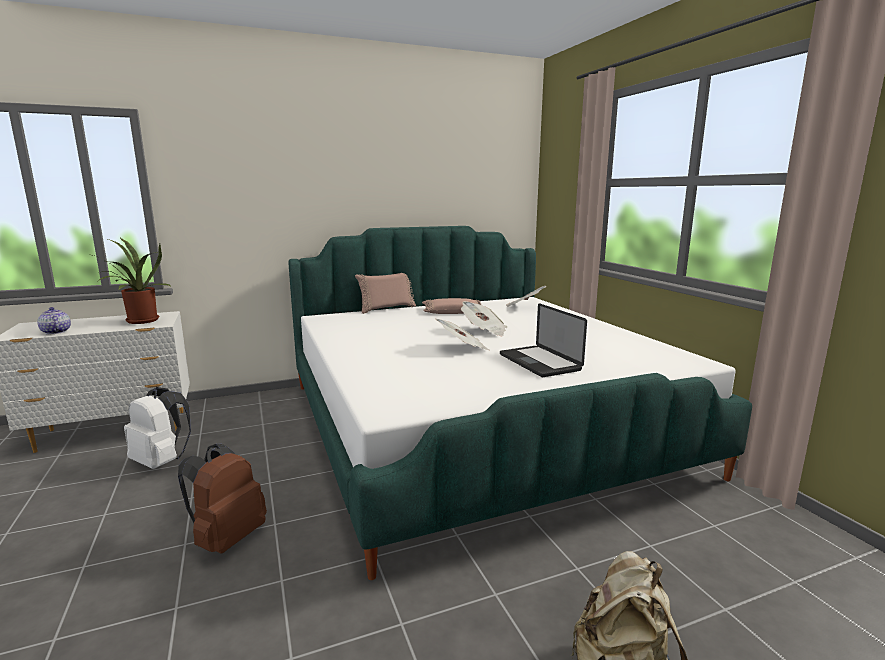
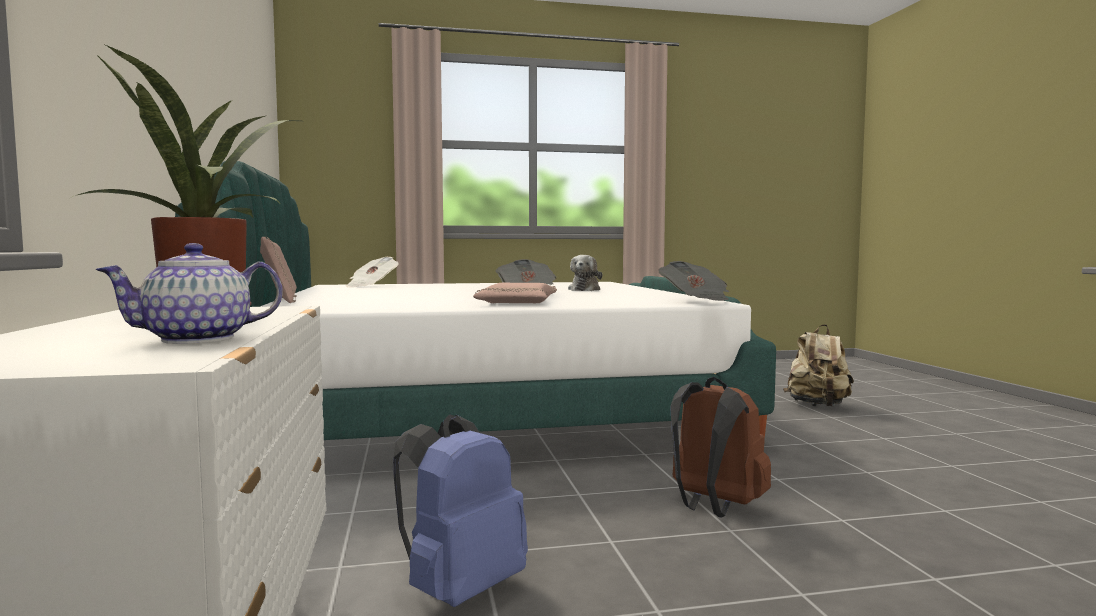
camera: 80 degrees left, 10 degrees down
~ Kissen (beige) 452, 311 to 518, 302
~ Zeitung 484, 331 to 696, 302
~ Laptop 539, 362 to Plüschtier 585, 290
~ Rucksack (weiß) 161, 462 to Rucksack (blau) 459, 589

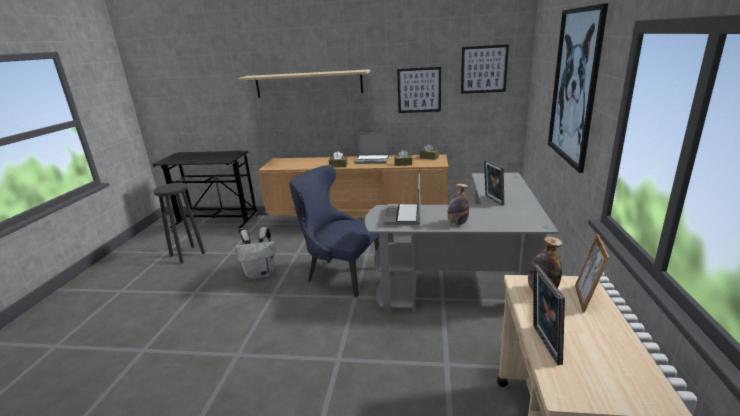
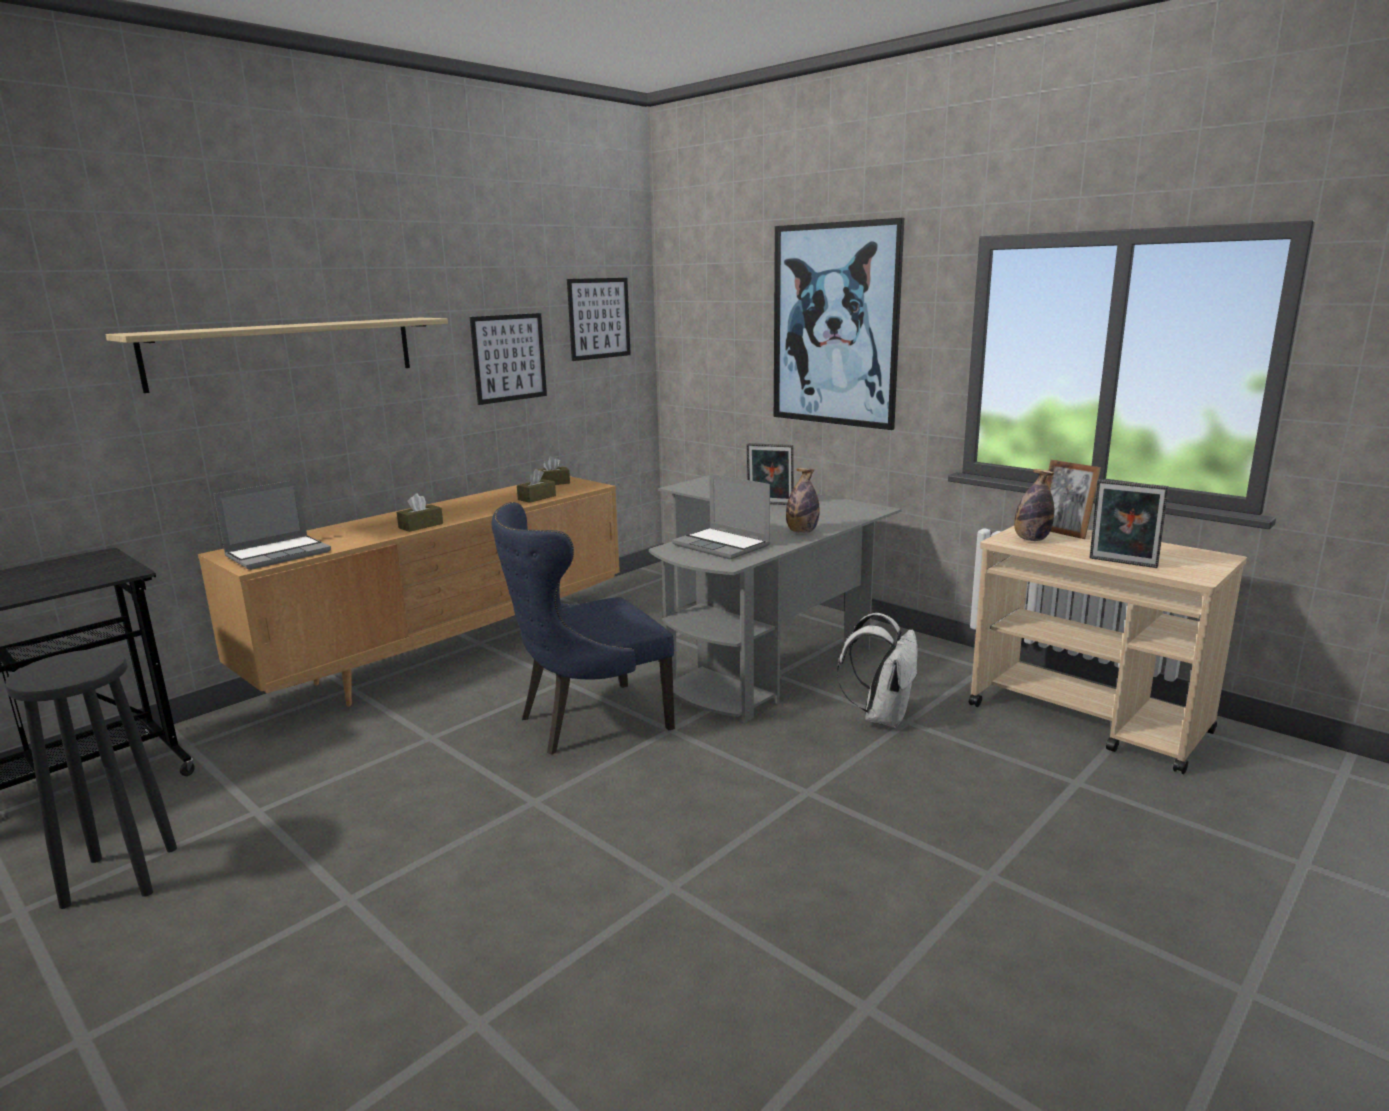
camera: 55 degrees left, 5 degrees down
~ Laptop 373, 160 to 279, 554
~ Rucksack (weiß) 261, 274 to 882, 717

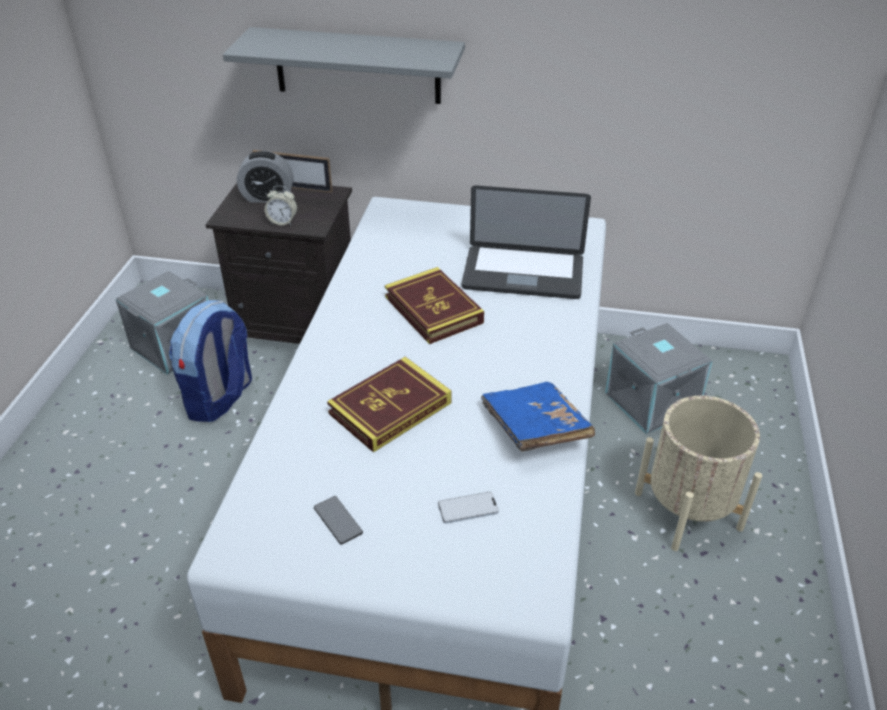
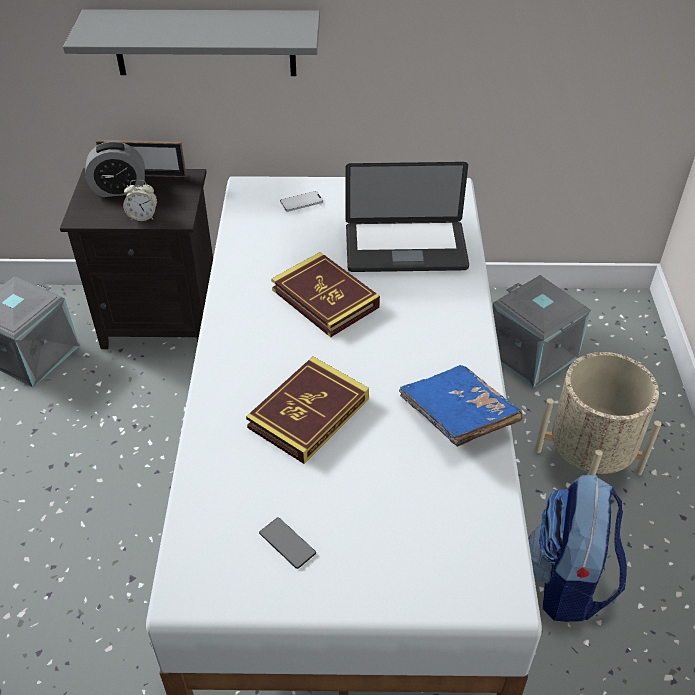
camera: 10 degrees left, 5 degrees up
~ Rucksack 220, 399 to 568, 581
~ Handy 468, 508 to 301, 202

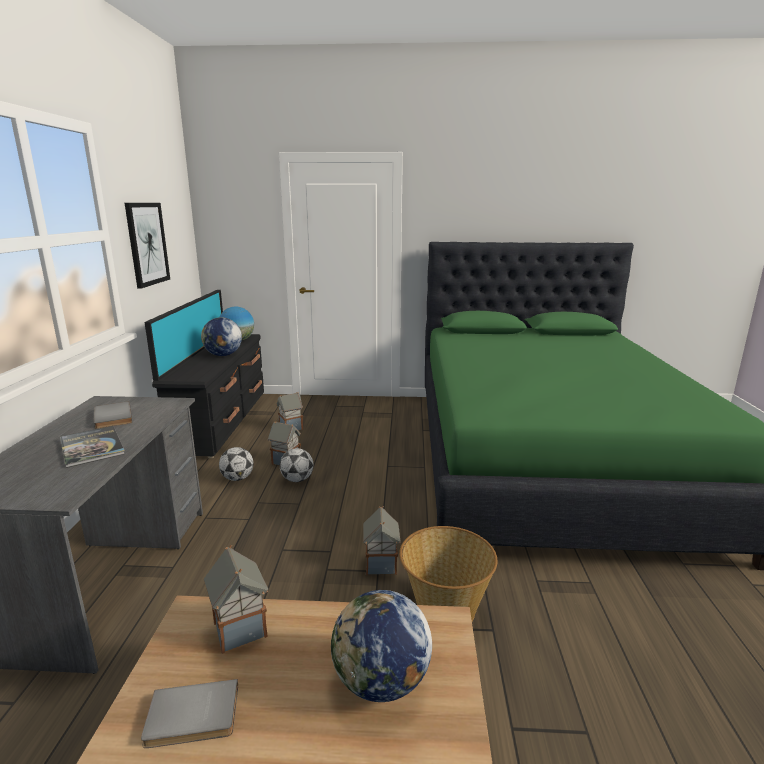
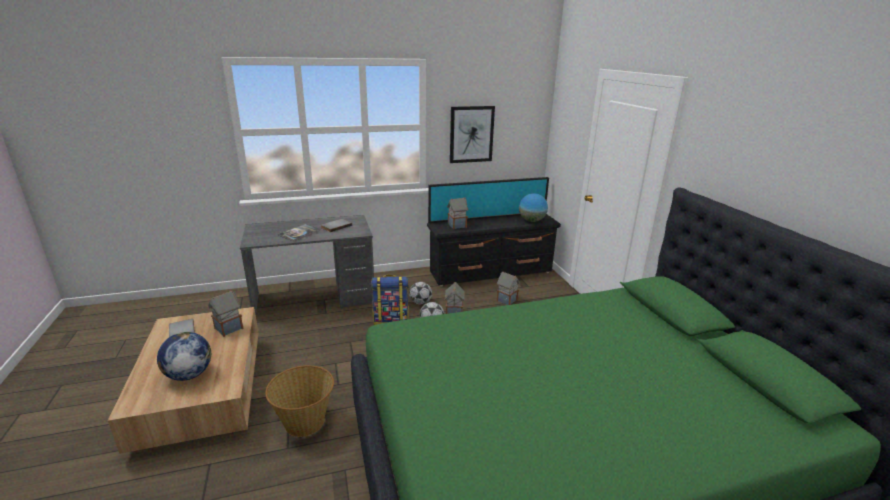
camera: 70 degrees right, 5 degrees up
- Globus 223, 355
~ Spielzeughaus 381, 565 to 456, 226
+ Rucksack 391, 321

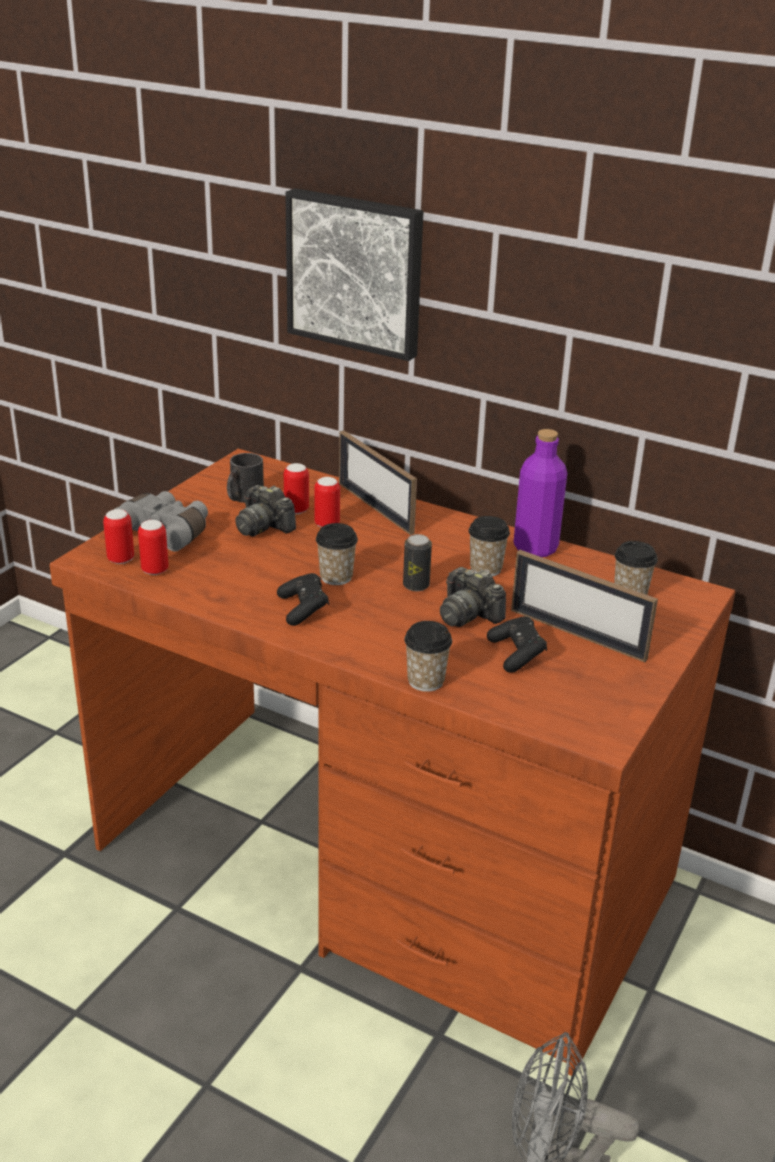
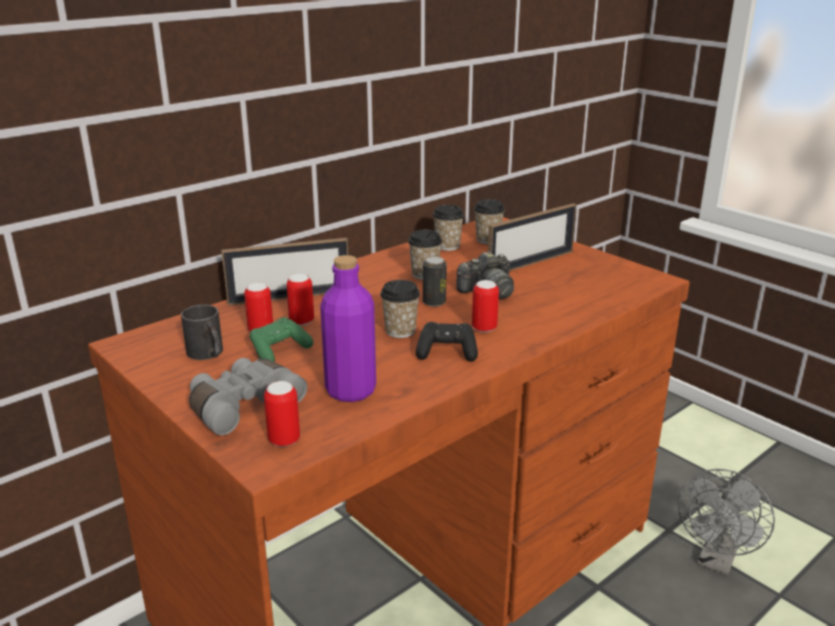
camera: 70 degrees left, 5 degrees down
- Bild 356, 272
~ Flasche (lila) 535, 548 to 350, 390
~ Kamera 263, 526 to Gamepad (grün) 279, 351
~ Dose 155, 570 to 484, 328
- Gamepad (schwarz) 517, 654
~ Tasse 426, 681 to 447, 246

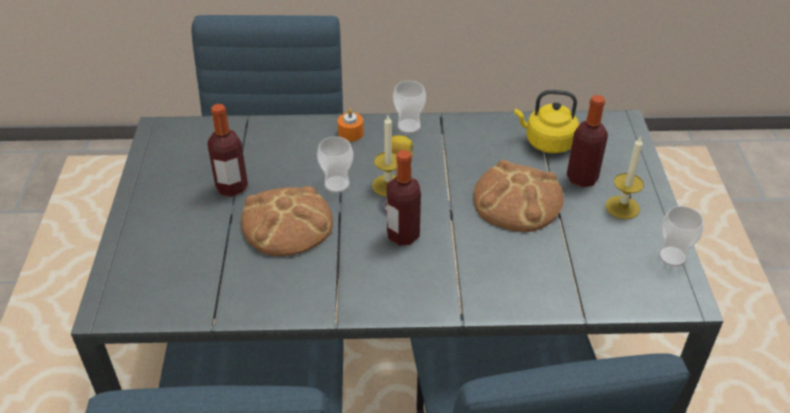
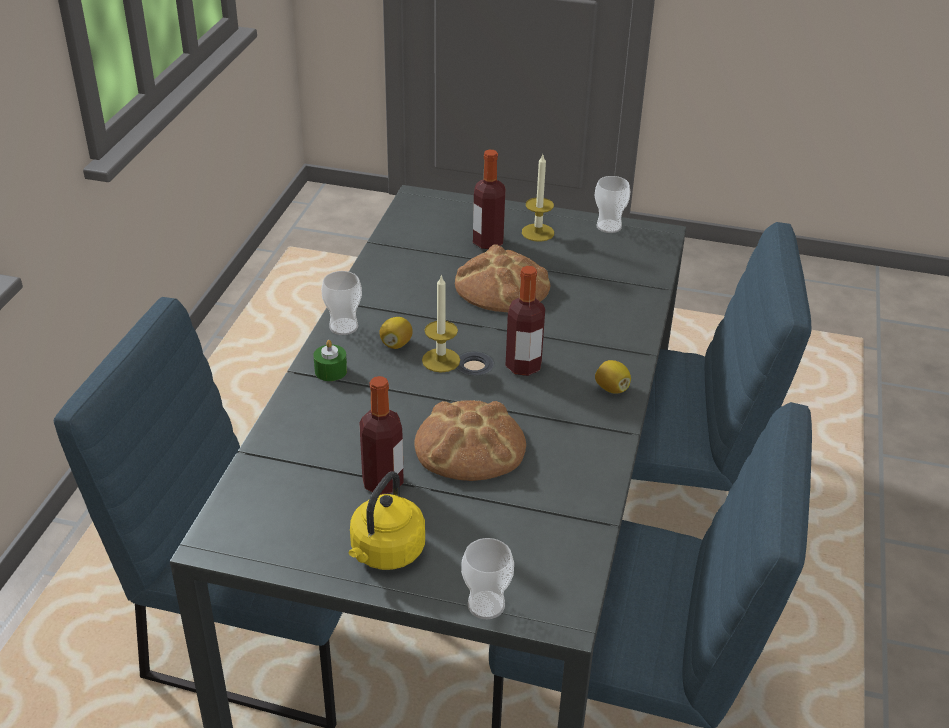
camera: 75 degrees left, 5 degrees down
~ Wasserkessel (gelb) 547, 142 to 385, 553
~ Kerze (orange) 350, 133 to Kerze (grün) 331, 371
~ Tasse 337, 184 to 486, 605
+ Zitrone 611, 388

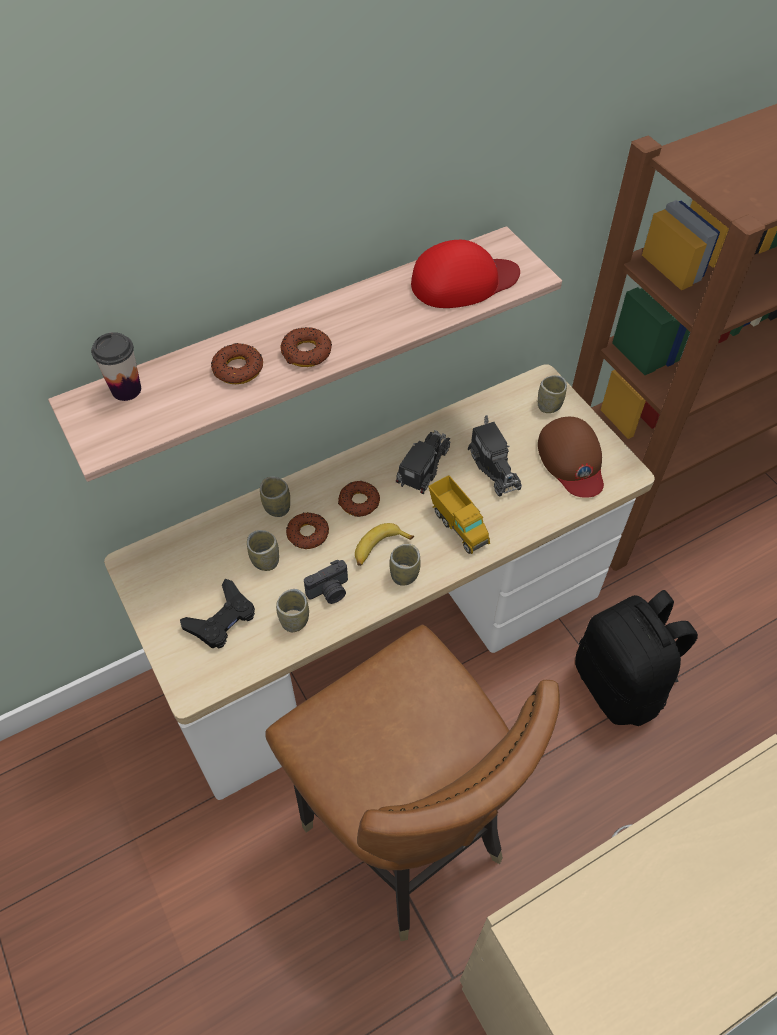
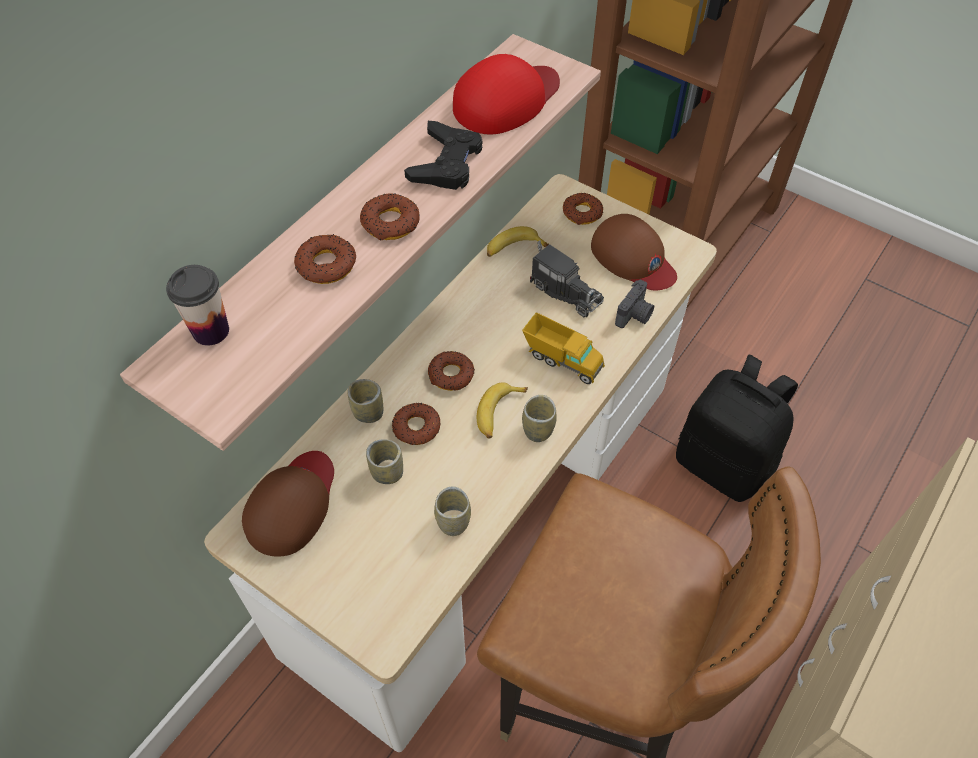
camera: 25 degrees left, 0 degrees up
~ Tasse 549, 405 to Donut 582, 213
- Spielzeuglaster 422, 469
~ Kamera 330, 592 to 635, 315
~ Gamepad (schwarz) 222, 619 to 446, 163
+ Banane 513, 248
+ Kappe (braun) 292, 505

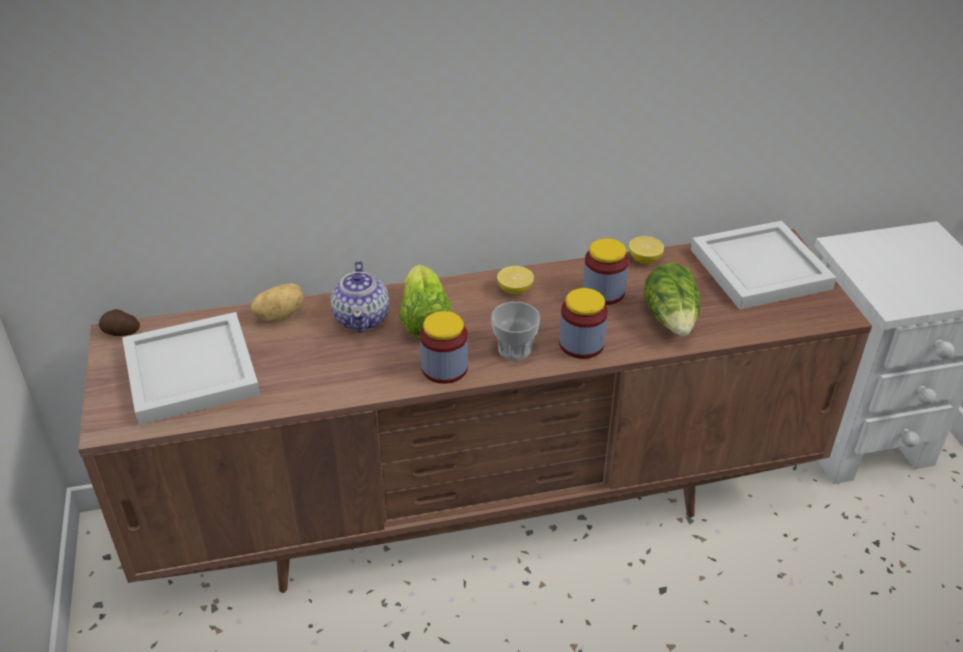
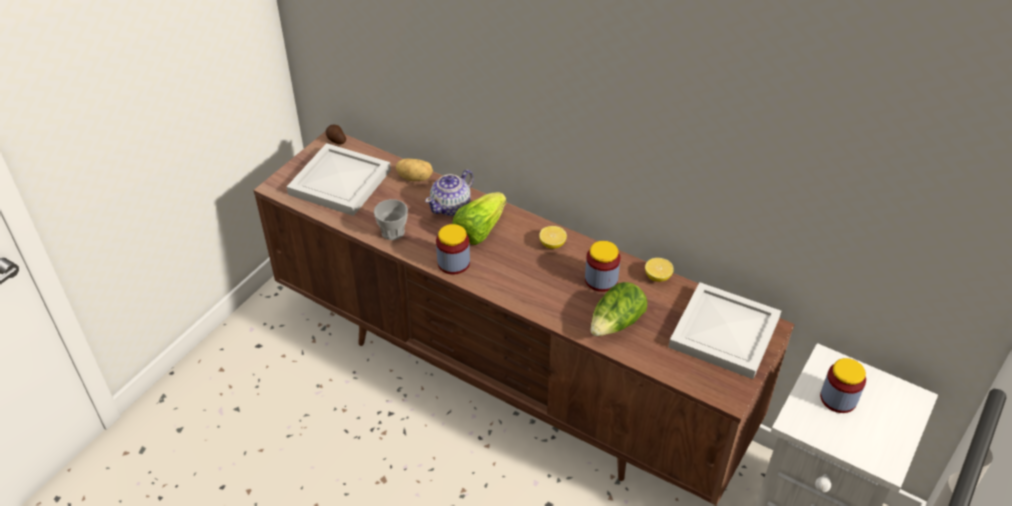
camera: 45 degrees right, 5 degrees up
~ Vorratsglas 581, 344 to 838, 398
~ Tasse 514, 349 to 393, 232

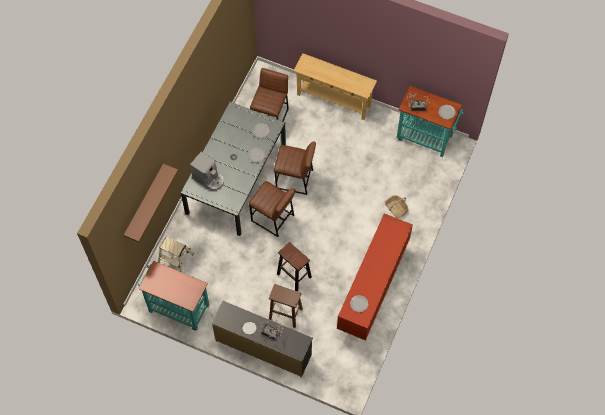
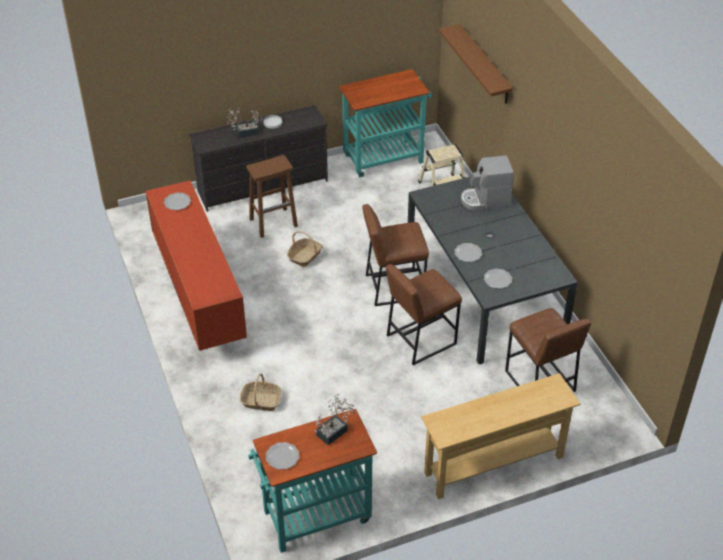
camera: 135 degrees right, 20 degrees down
~ Hocker (braun) 293, 275 to Korb 305, 256

